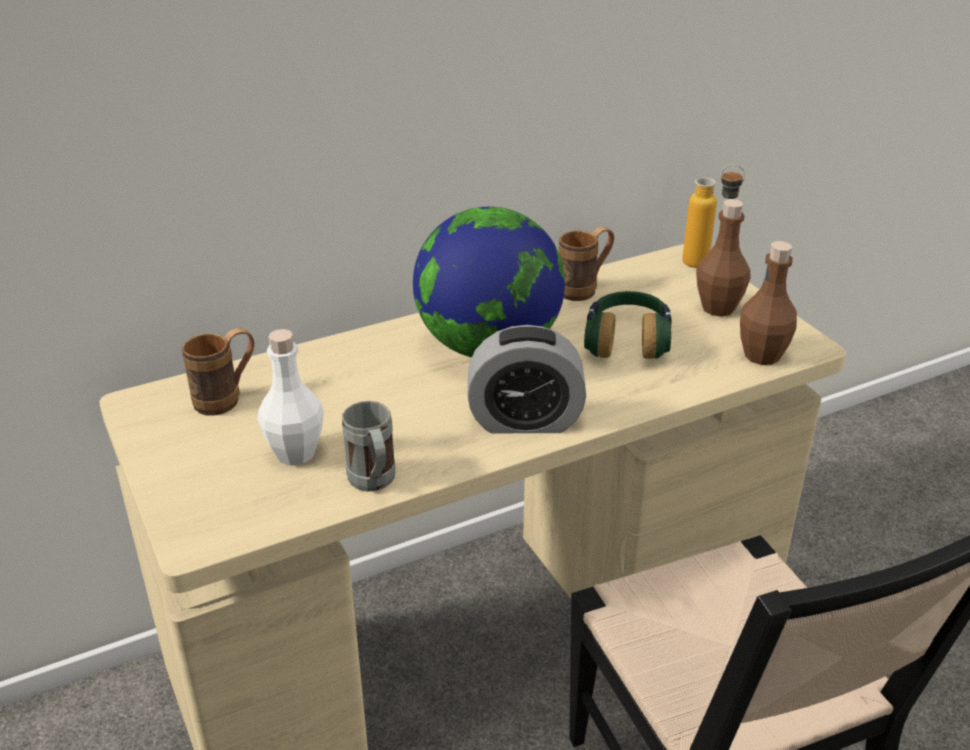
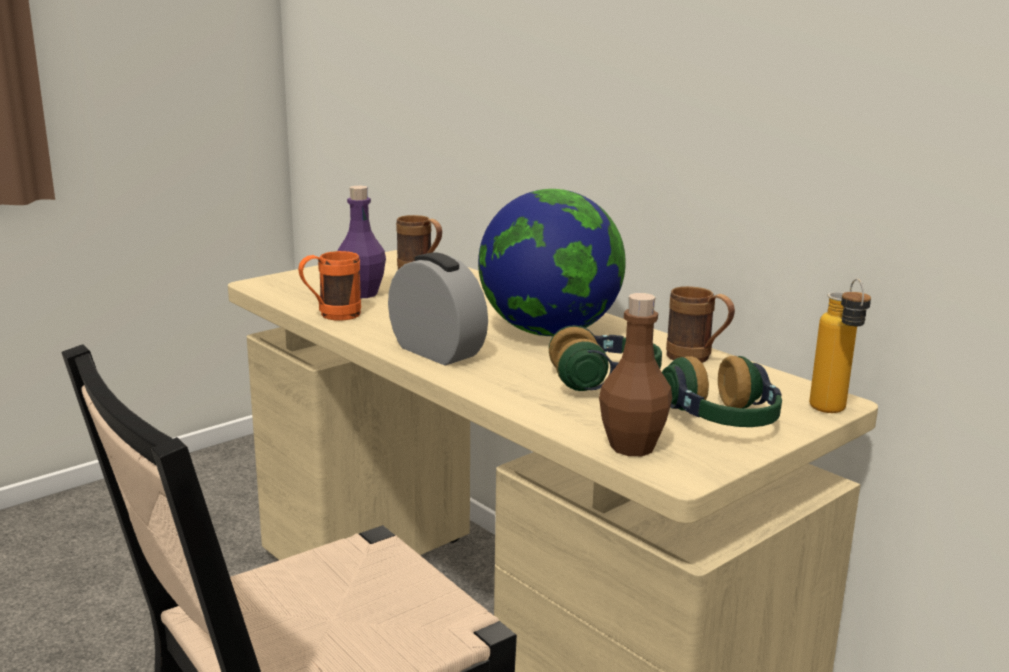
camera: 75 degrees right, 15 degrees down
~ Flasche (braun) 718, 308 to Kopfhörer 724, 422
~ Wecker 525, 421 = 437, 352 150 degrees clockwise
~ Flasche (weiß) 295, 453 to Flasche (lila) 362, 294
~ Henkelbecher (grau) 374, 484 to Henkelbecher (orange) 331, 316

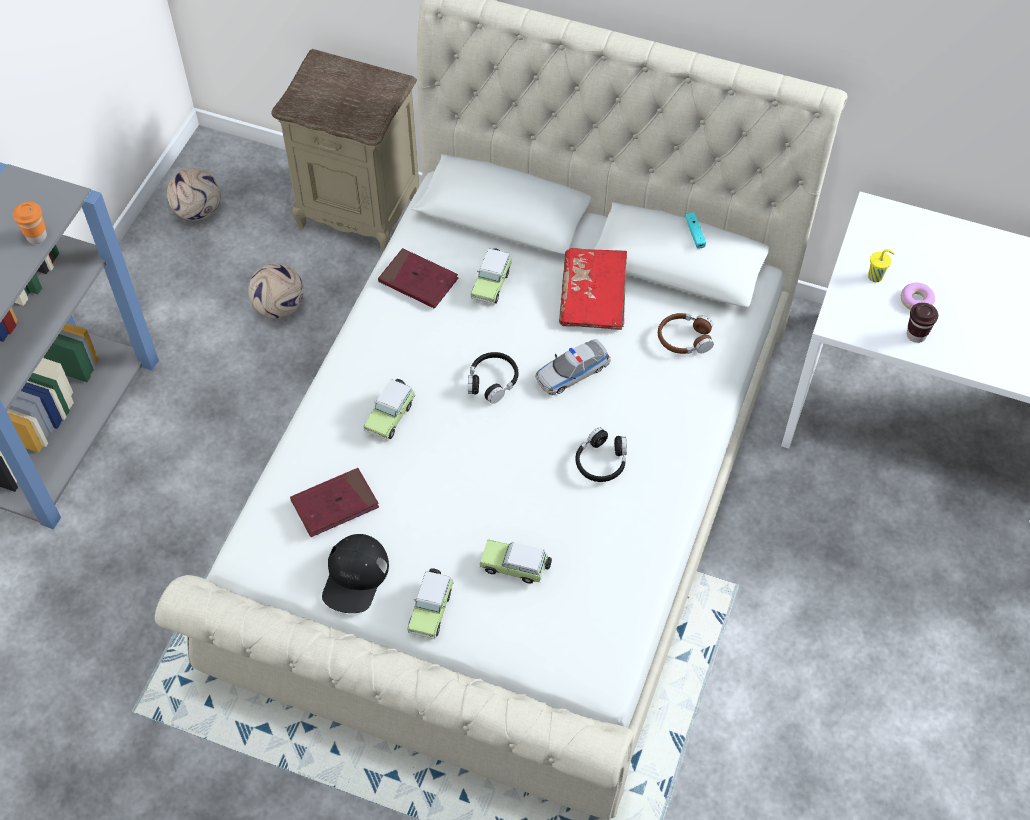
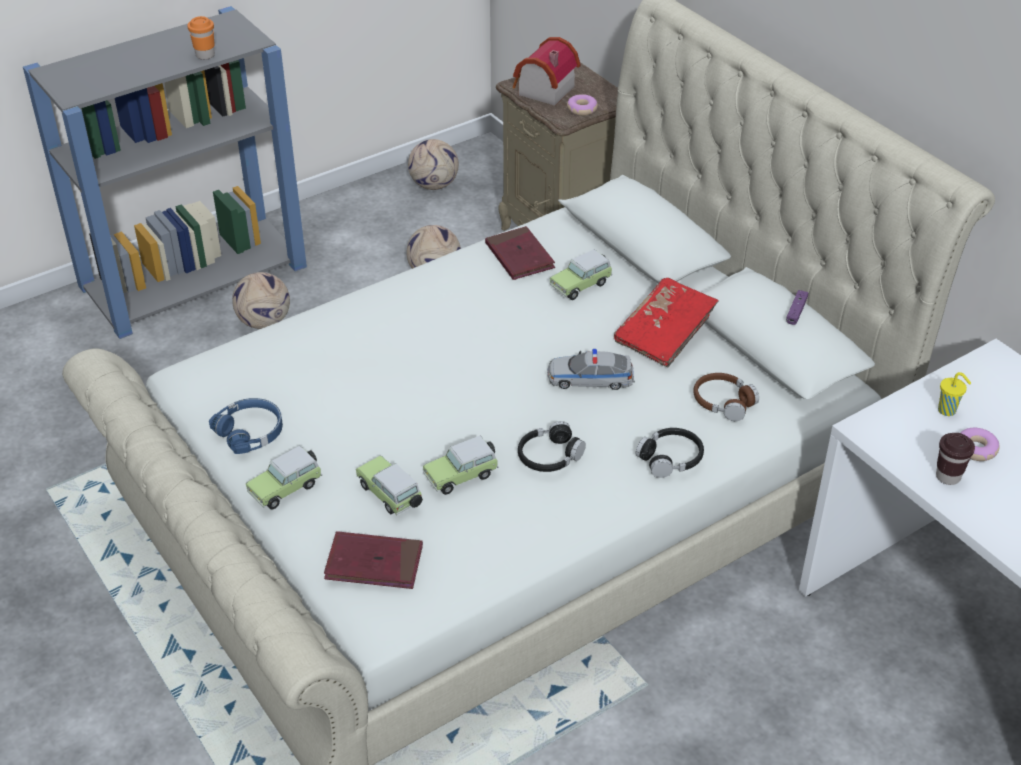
camera: 35 degrees right, 15 degrees down
~ Gamepad (türkis) 695, 233 to Gamepad (lila) 796, 311
~ Kopfhörer (schwarz) 492, 381 to 670, 458
~ Spielzeugauto 391, 415 to 463, 475
~ Buch (rot) 335, 504 to 374, 563
~ Kappe (schwarz) 355, 576 to Kopfhörer (blau) 251, 432
+ Spielzeughaus 542, 90
+ Donut 582, 109
+ Fußball 264, 323

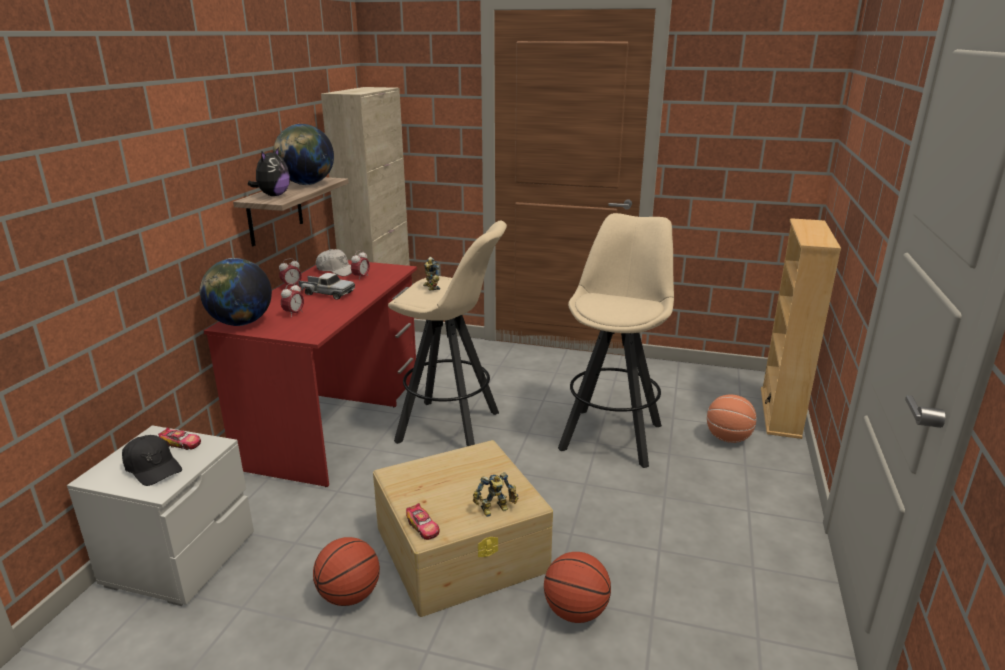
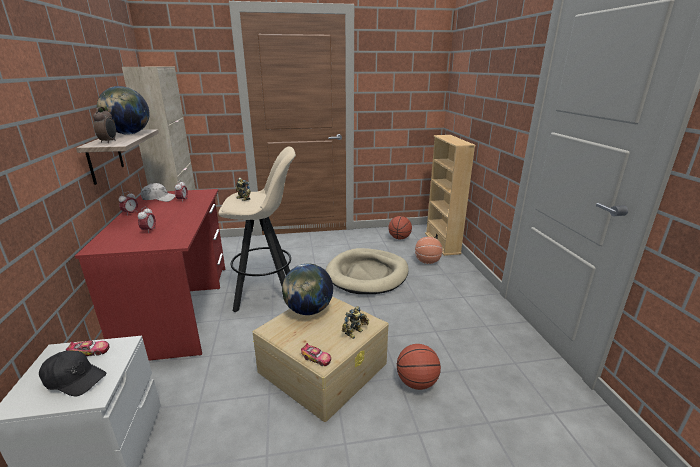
camera: 25 degrees left, 0 degrees up
~ Plüschtier 273, 195 to Wecker 109, 142
~ Hocker (beige) 612, 435 to Hundebett (beige) 367, 274
~ Globus 241, 323 to 308, 310
- Spielzeuglaster 327, 293
~ Basketball 349, 595 to 399, 238

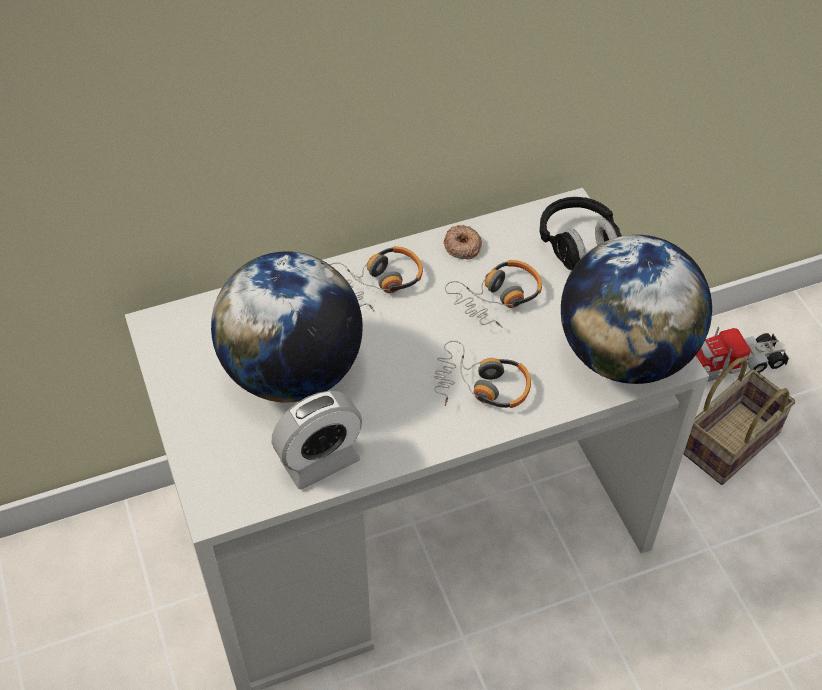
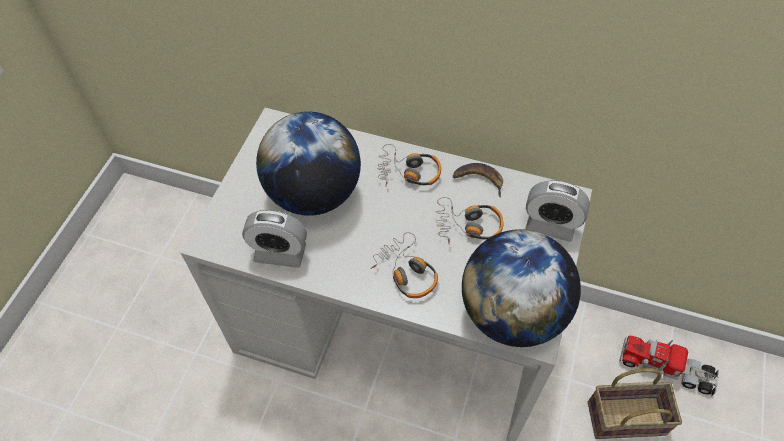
camera: 40 degrees right, 5 degrees up
~ Kopfhörer (schwarz) 578, 247 to Wecker 550, 225
~ Donut 462, 246 to Banane 478, 180

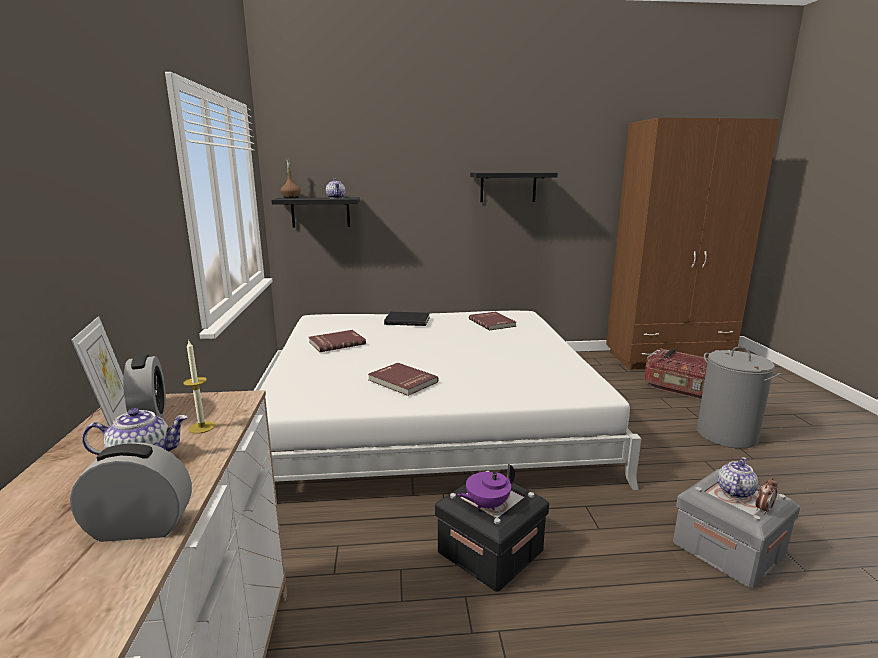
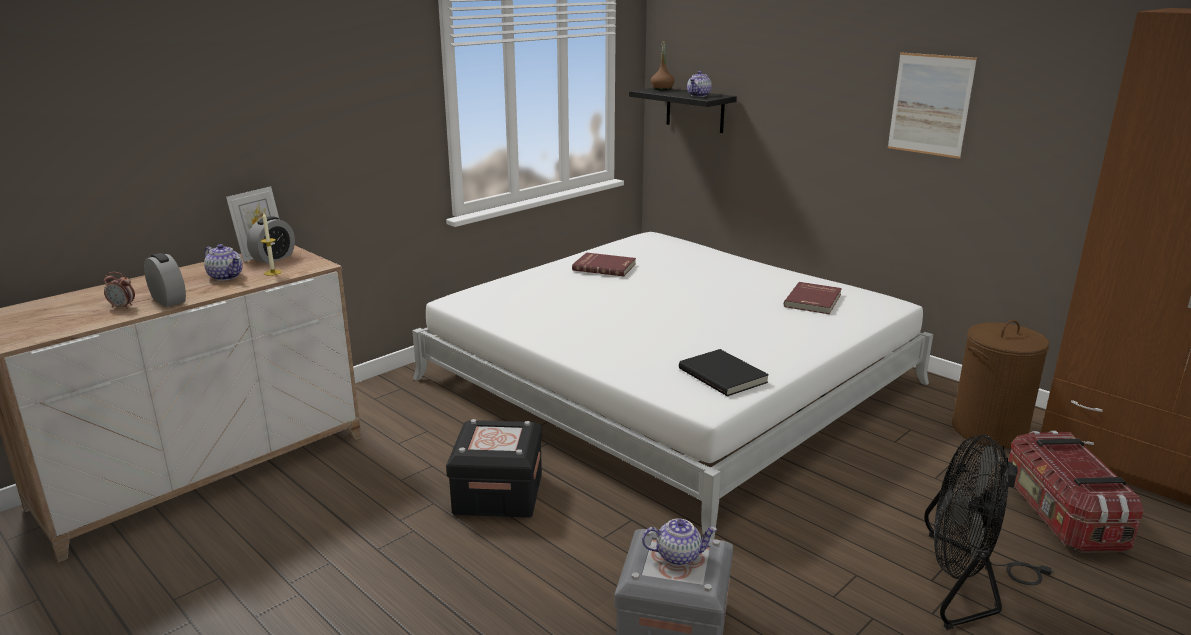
camera: 50 degrees right, 5 degrees up
~ Wandregal (schwarz) 508, 187 to Bild 930, 105
~ Buch (schwarz) 407, 320 to 724, 375
~ Wäschekorb (grau) 727, 435 to Ventilator (schwarz) 969, 580
- Buch (rot) 402, 381
- Teekanne (lila) 486, 504
~ Wecker 763, 509 to 122, 307
+ Wäschekorb (braun) 988, 430

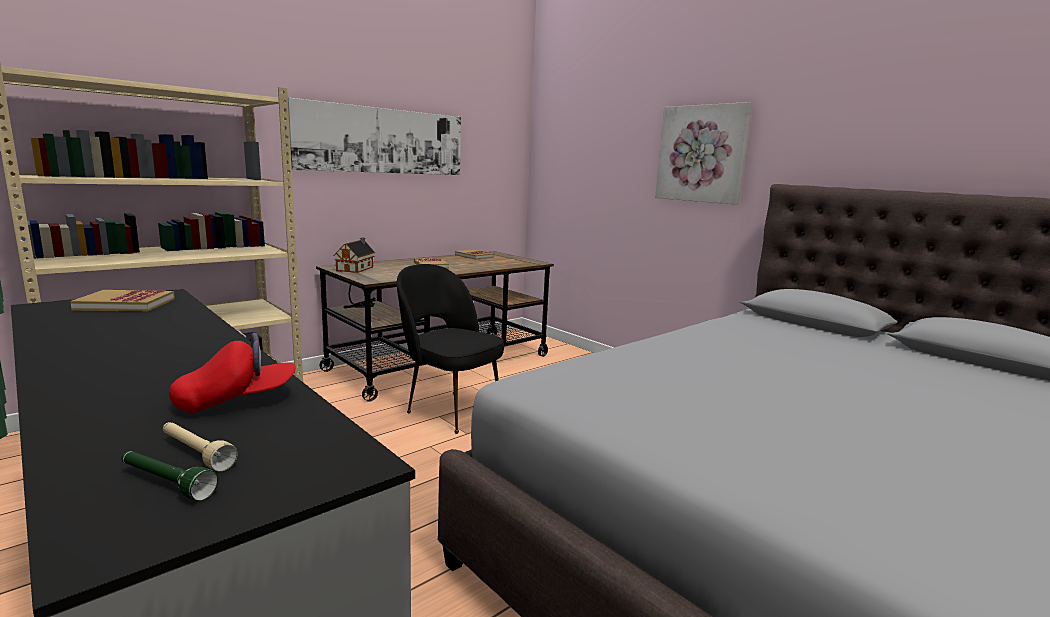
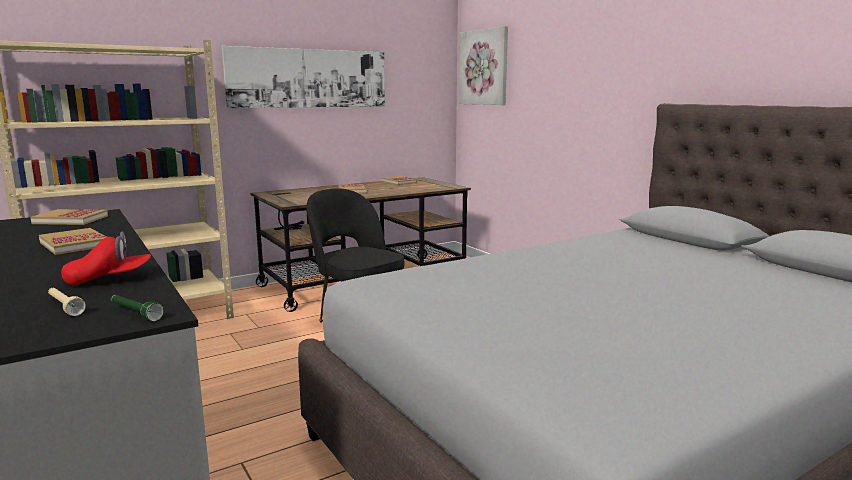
camera: 10 degrees right, 0 degrees up
~ Bild 701, 154 to 484, 67
- Spielzeughaus 356, 268
~ Taschenlampe (grün) 165, 483 to 135, 313
+ Buch 75, 244

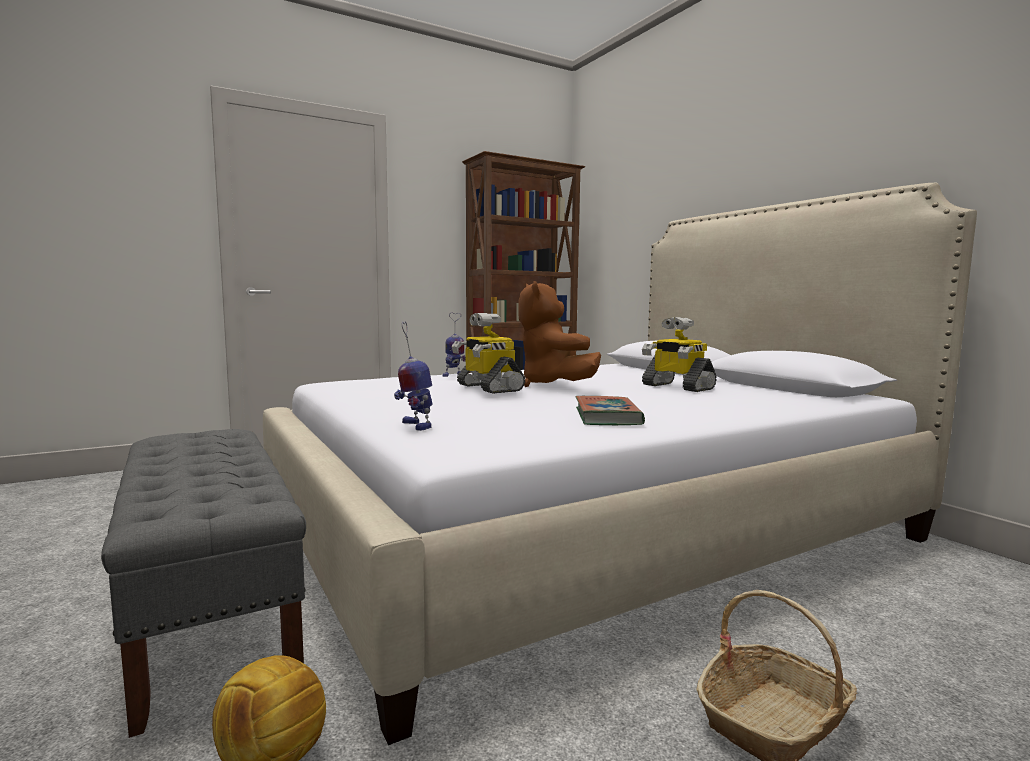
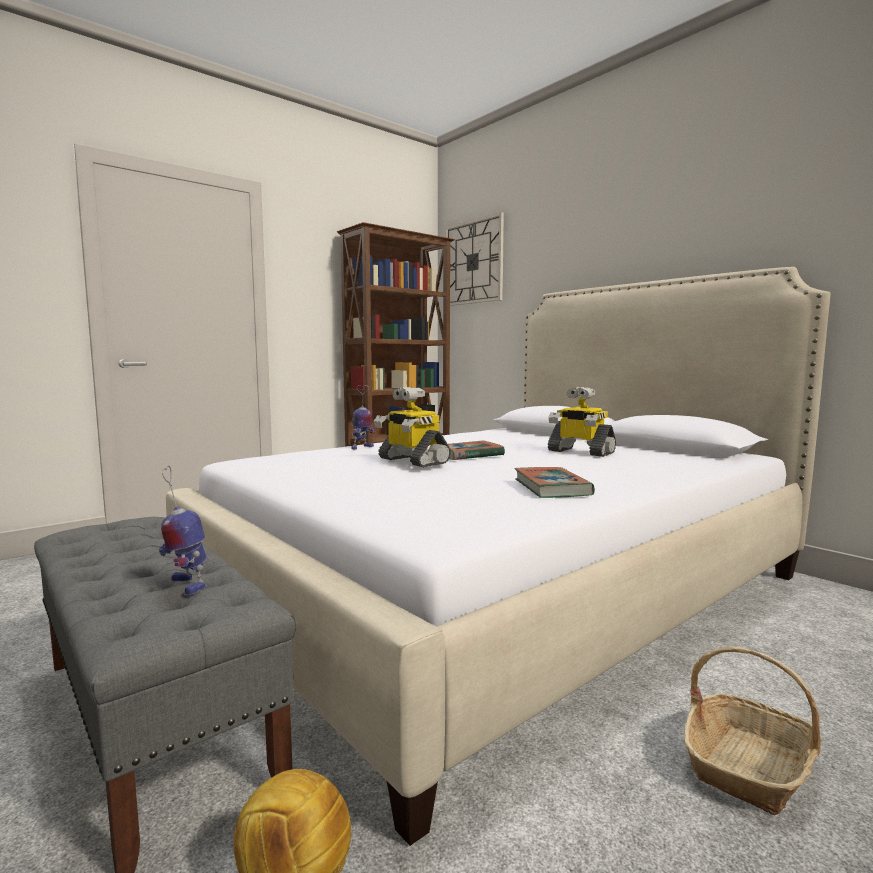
camera: 10 degrees left, 0 degrees up
~ Plüschtier (braun) 553, 385 to Buch 469, 455
~ Spielzeugroboter 415, 425 to 186, 585
+ Wanduhr 473, 262

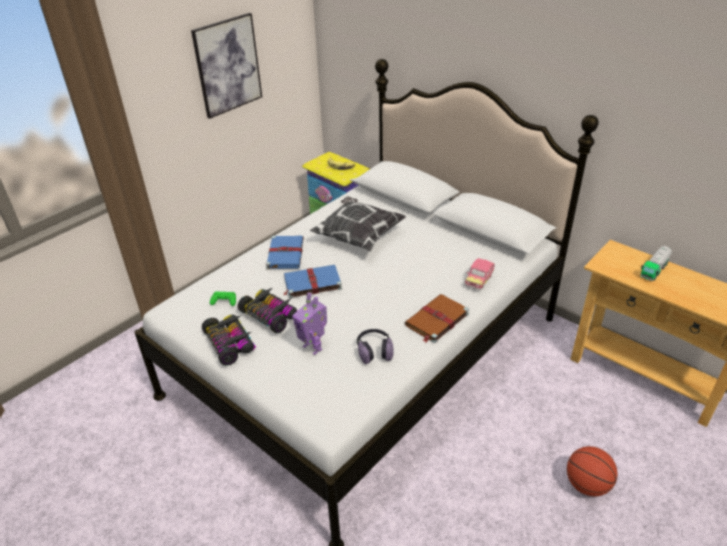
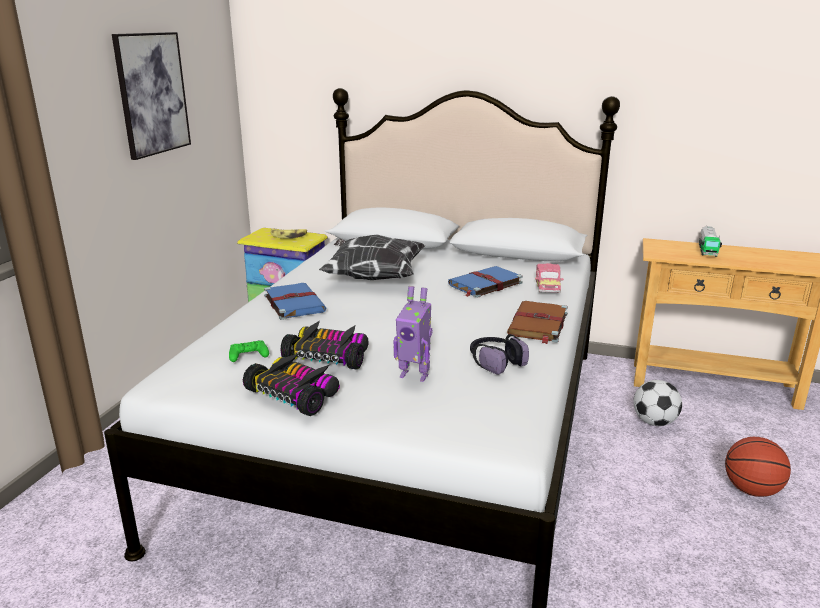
camera: 25 degrees left, 15 degrees down
~ Buch (blau) 311, 283 to 484, 284
+ Fußball 654, 422

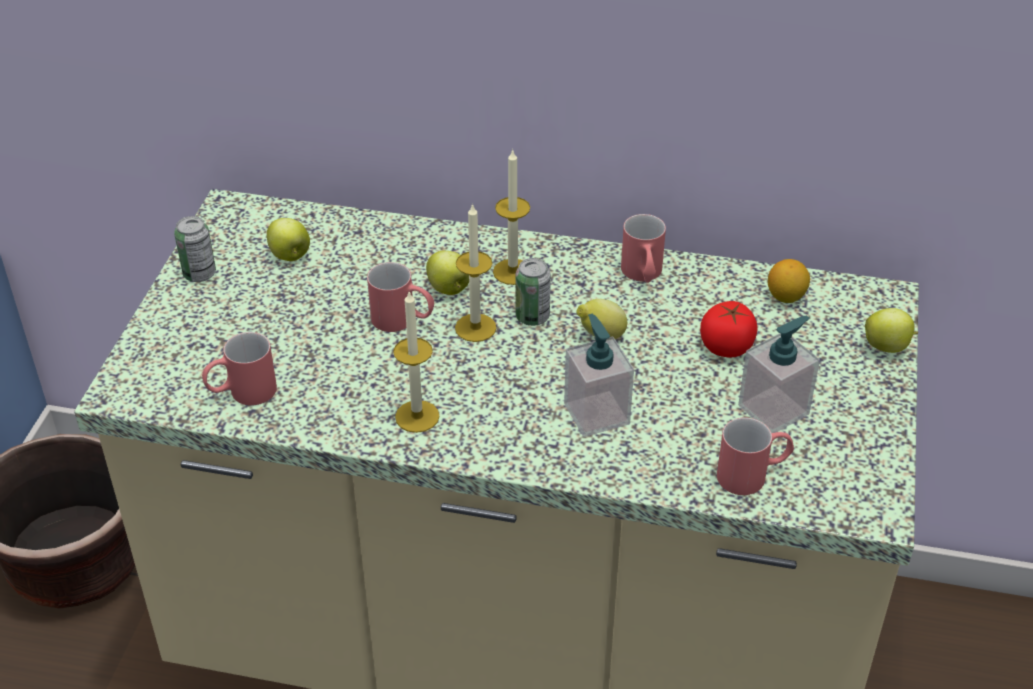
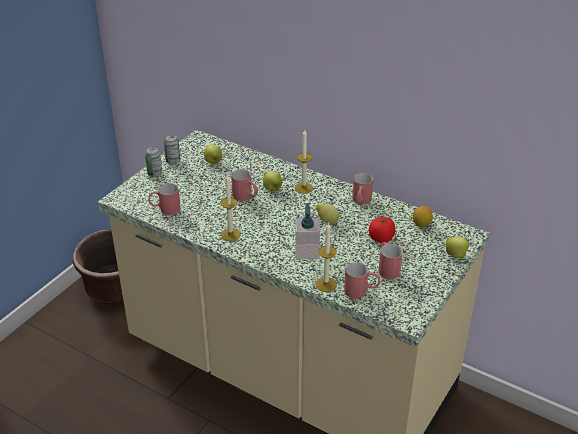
camera: 20 degrees right, 5 degrees down
~ Kerze 475, 328 to 326, 284
~ Dose 532, 317 to 155, 174
~ Seifenspender 773, 409 to Henkelbecher (rot) 387, 268

